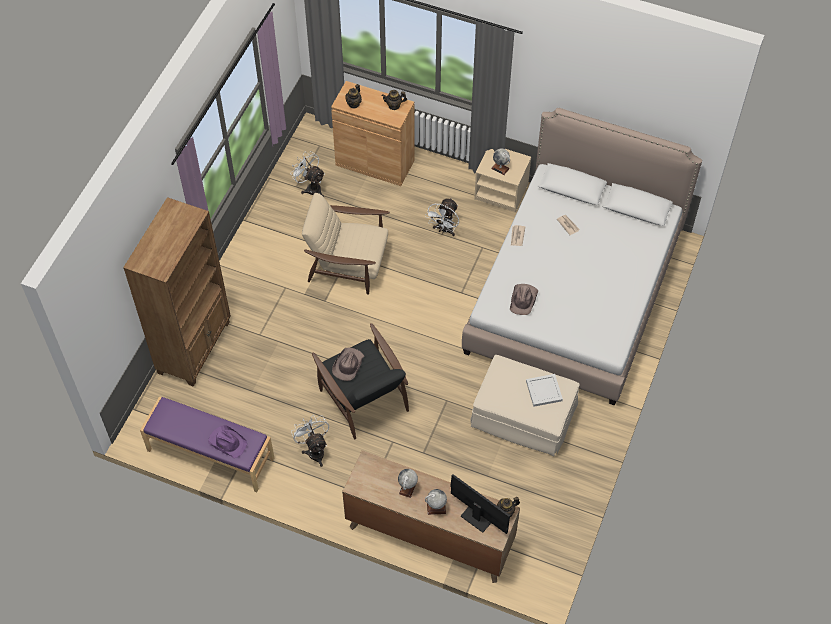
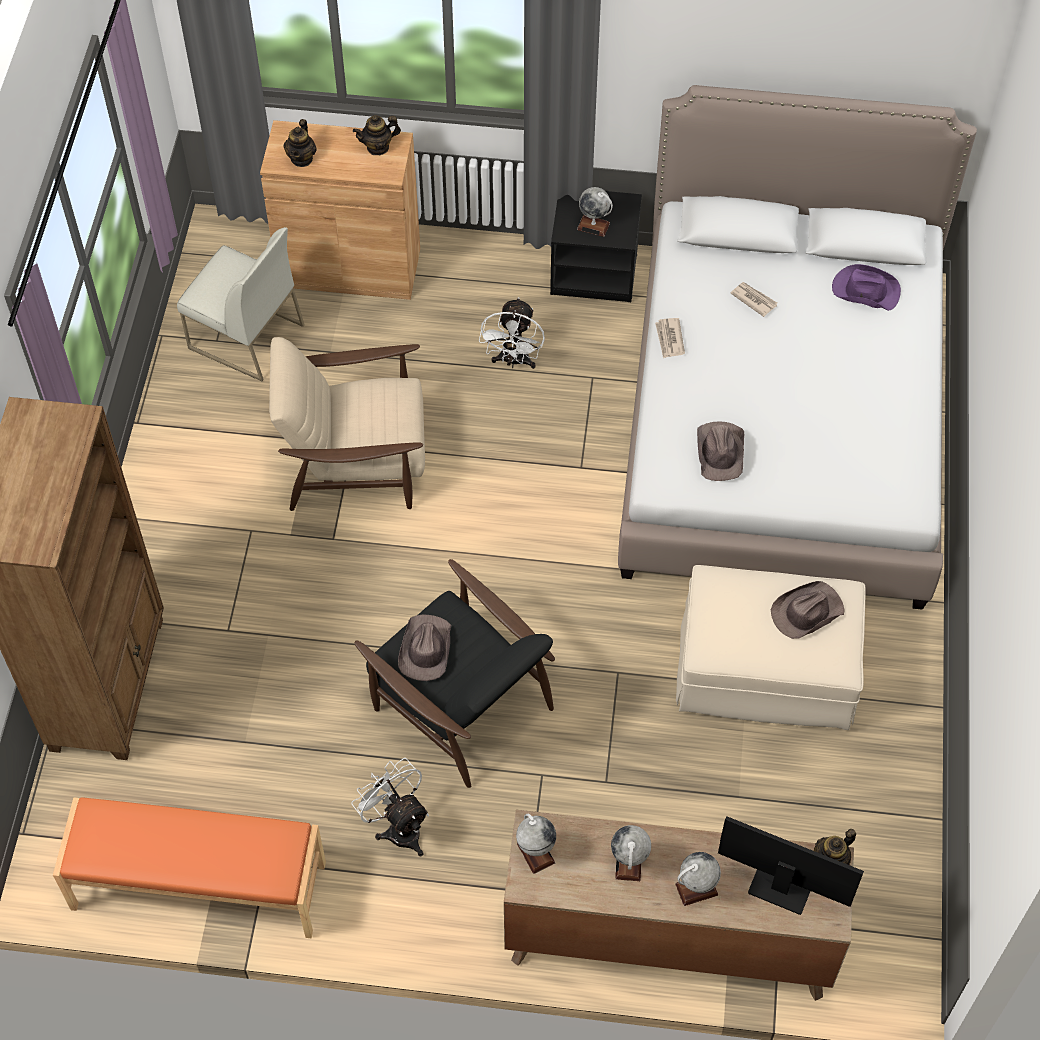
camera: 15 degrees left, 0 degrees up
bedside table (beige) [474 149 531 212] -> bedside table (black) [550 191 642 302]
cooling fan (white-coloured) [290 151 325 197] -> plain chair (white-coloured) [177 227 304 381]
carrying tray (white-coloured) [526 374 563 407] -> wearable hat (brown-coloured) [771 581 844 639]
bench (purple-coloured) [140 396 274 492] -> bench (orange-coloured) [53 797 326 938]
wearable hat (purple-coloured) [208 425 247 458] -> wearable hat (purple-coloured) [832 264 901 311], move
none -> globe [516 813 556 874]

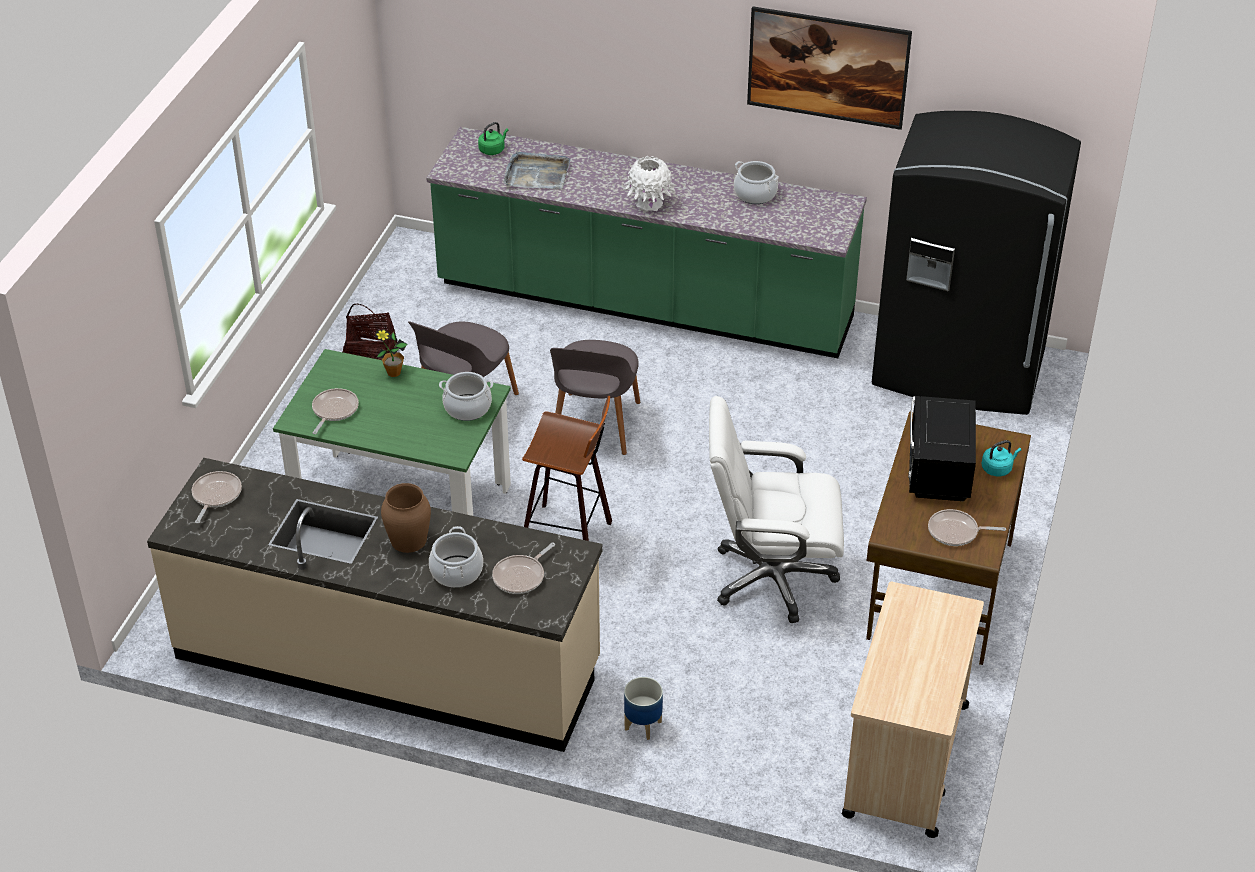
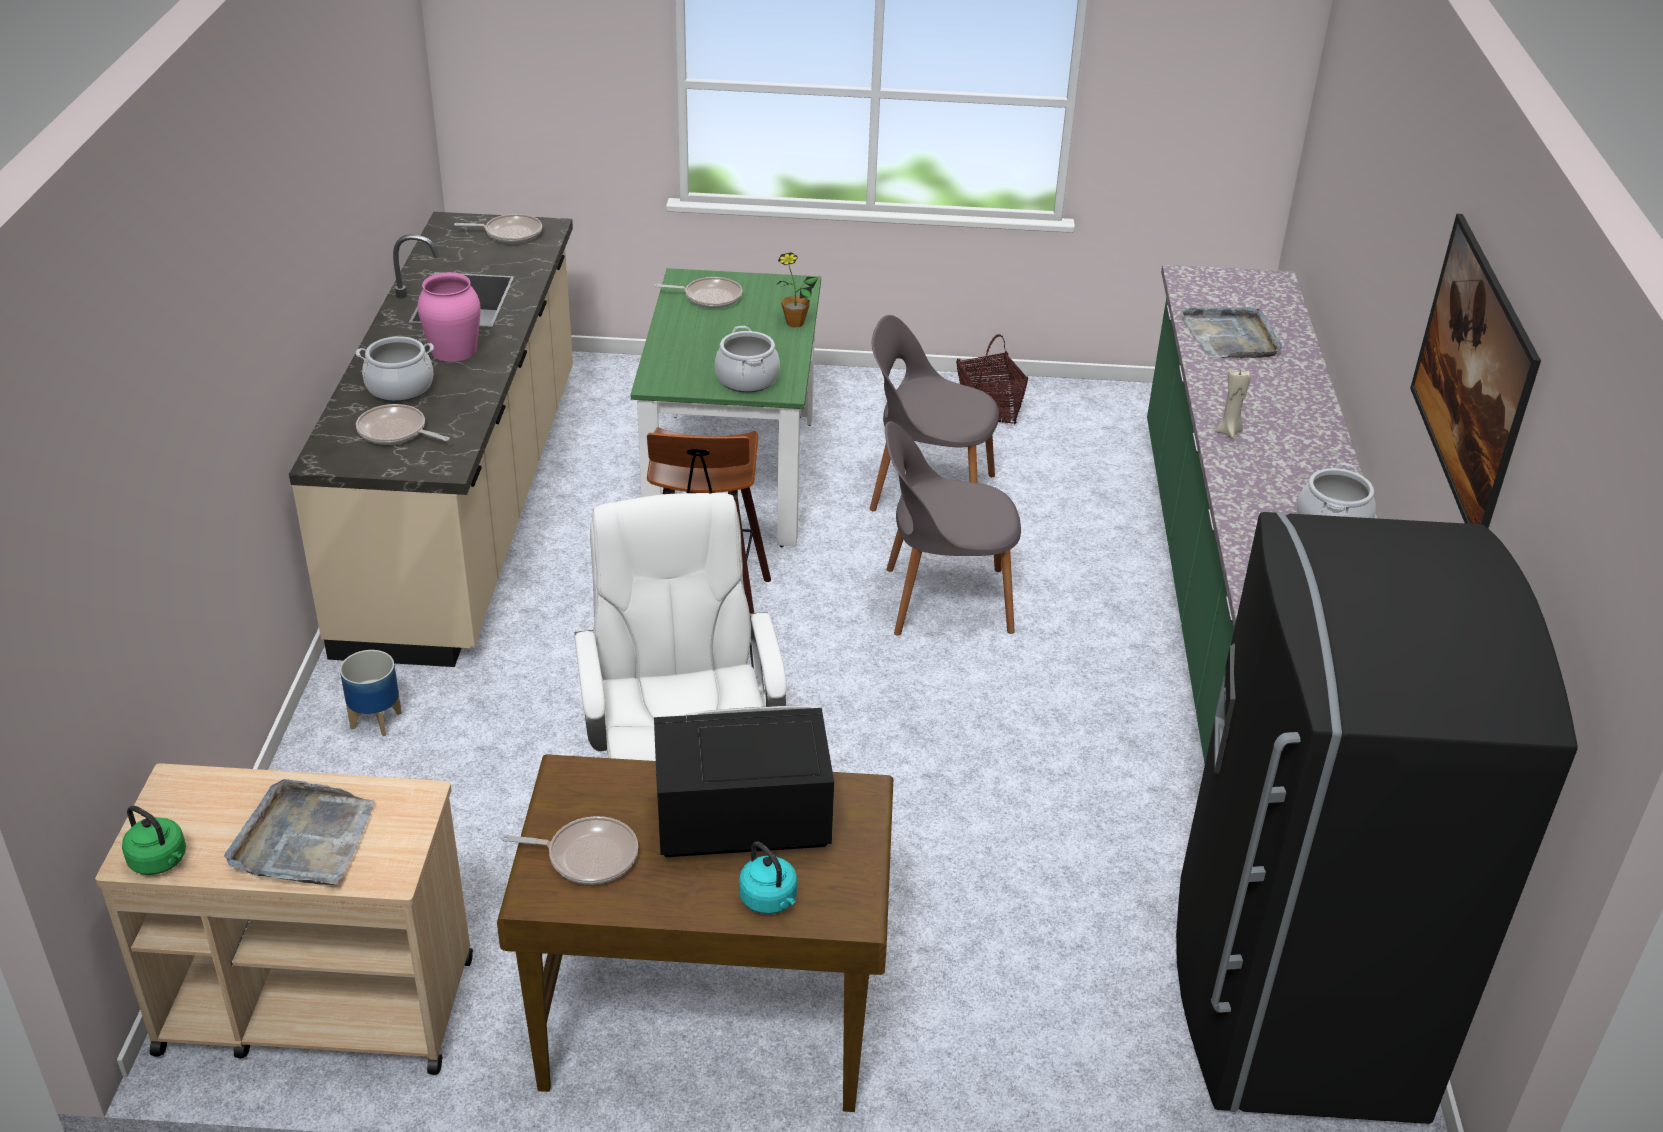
camera: 75 degrees right, 5 degrees down
water kettle (green-coloured) [478 122 508 155] -> water kettle (green-coloured) [122 805 186 875], move
vase (white-coloured) [623 156 675 211] -> candle (beige) [1216 370 1250 439]
vase (brown-coloured) [381 483 431 553] -> vase (pink-coloured) [417 272 481 362]
skillet [928 509 1006 546] -> skillet [502 816 638 884], 105 degrees clockwise
none -> carrying tray (grey) [224 779 375 885]

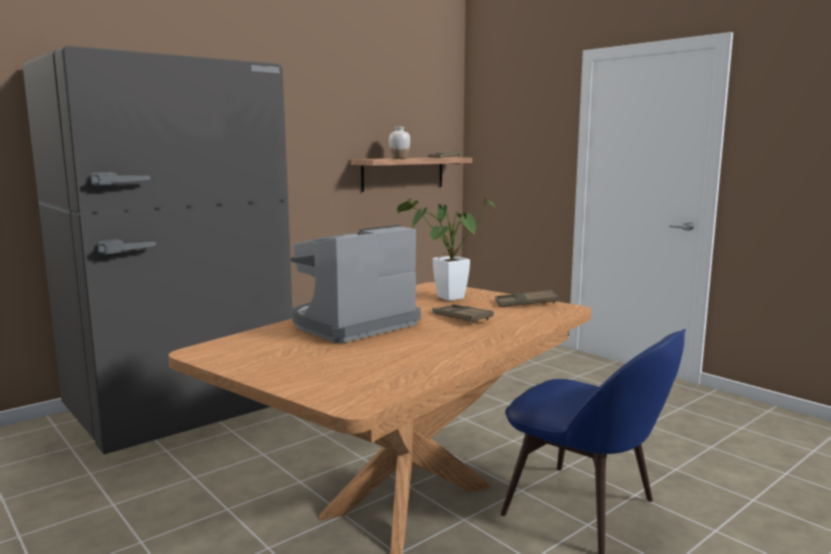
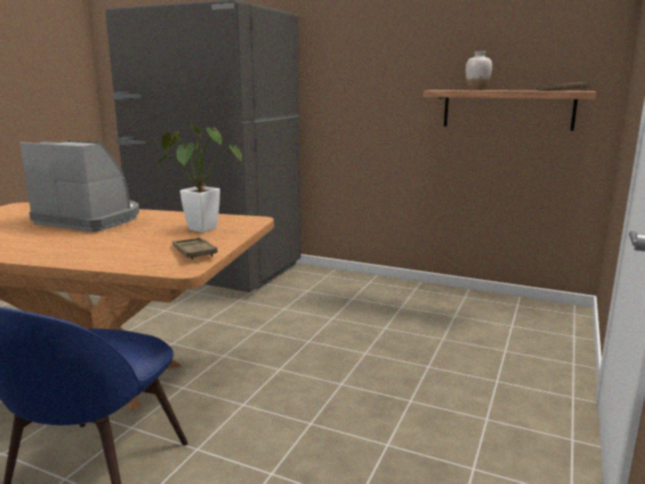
camera: 65 degrees right, 5 degrees up
carrying tray (brown-coloured) [432 304 494 323] -> none

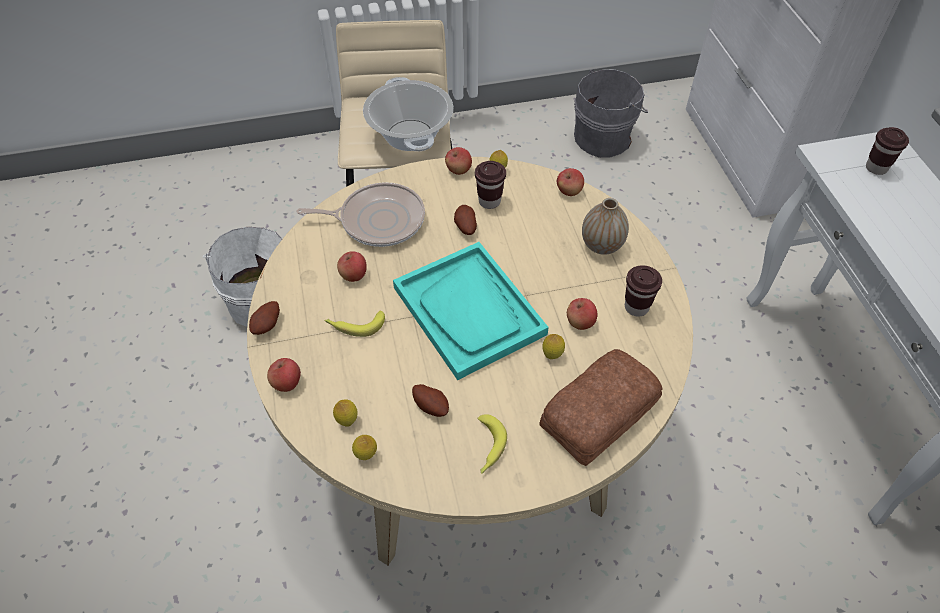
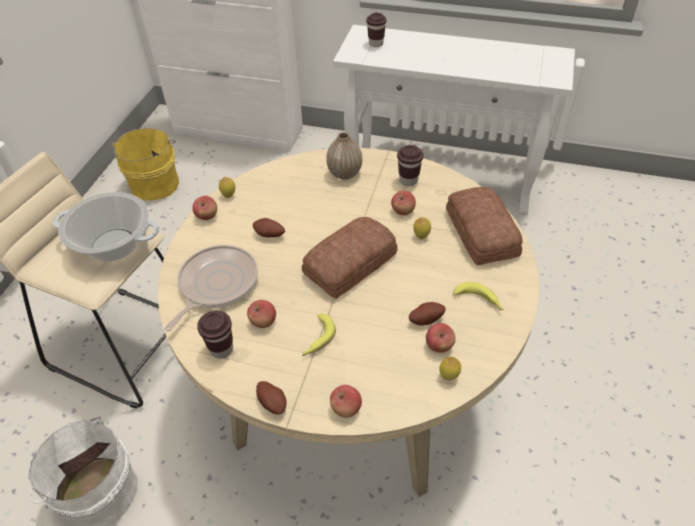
camera: 60 degrees left, 5 degrees down
pail (grey) [574 69 648 158] -> pail (yellowish) [111 128 179 200]
drinking cup (brown-coloured) [475 161 506 209] -> drinking cup (brown-coloured) [197 310 233 359], move
apple fruit [557 168 584 196] -> apple fruit [426 323 456 353], move
carrying tray (turquoise) [393 242 549 380] -> bread [302 217 398 299]
citrus fruit [333 399 358 427] -> none

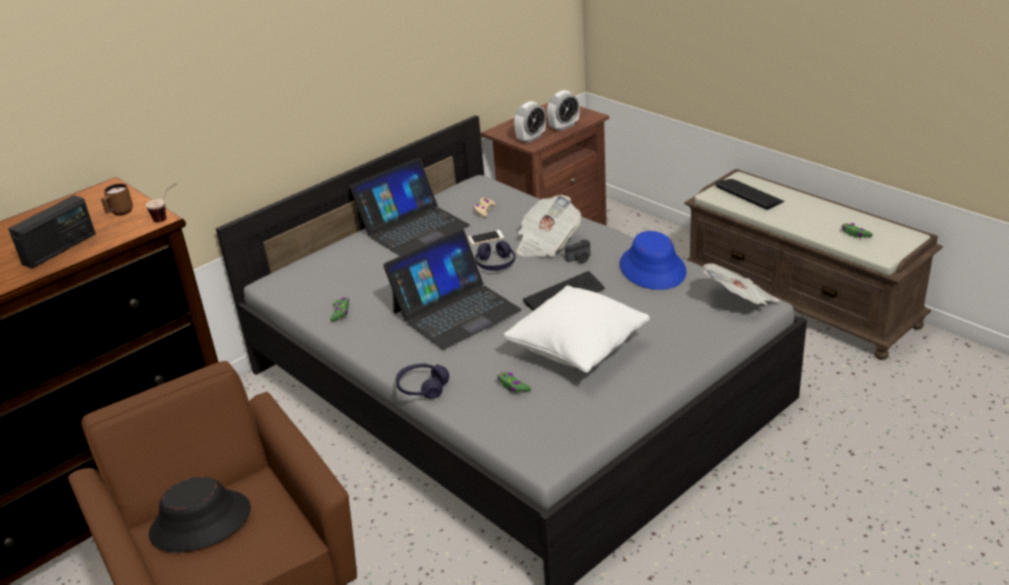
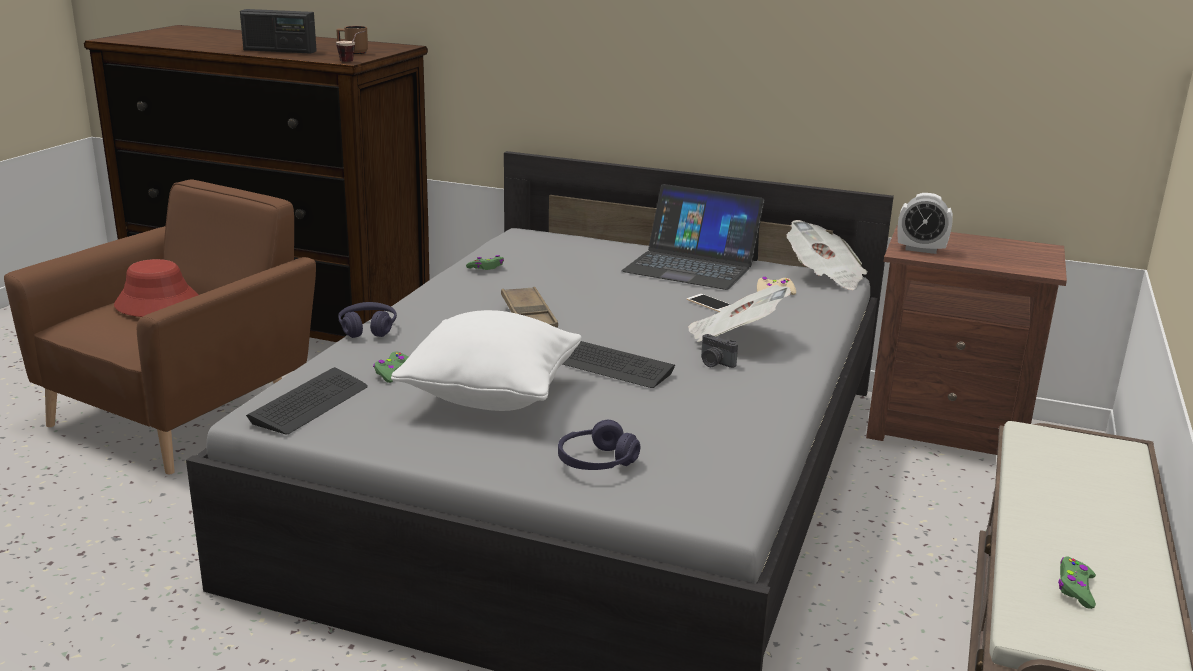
camera: 60 degrees right, 10 degrees down
table clock [547 90 580 131] -> none
computer keyboard [715 179 784 210] -> computer keyboard [246 367 368 434], move
notebook computer [383 229 522 349] -> carrying tray (brown-coloured) [501 287 558 328]
wearable hat (blue-coloured) [620 231 686 290] -> none
headset (purple-coloured) [476 240 516 271] -> headset (purple-coloured) [558 420 640 470], move
newspaper [703 263 780 305] -> newspaper [786 220 867 290], move
wearable hat (black) [149 477 251 552] -> wearable hat (red) [114 259 199 317]

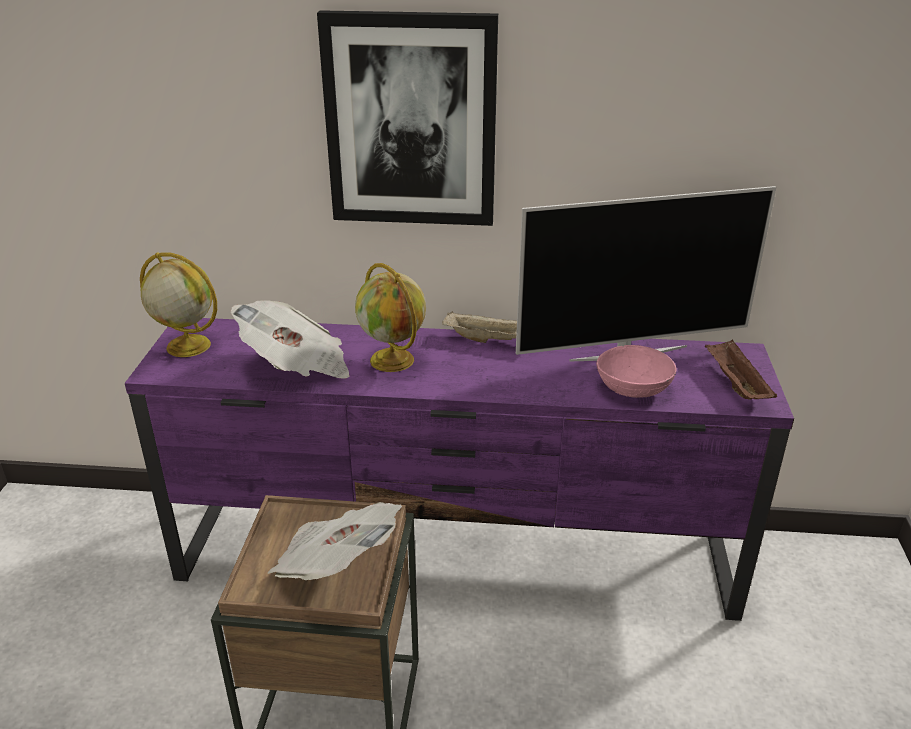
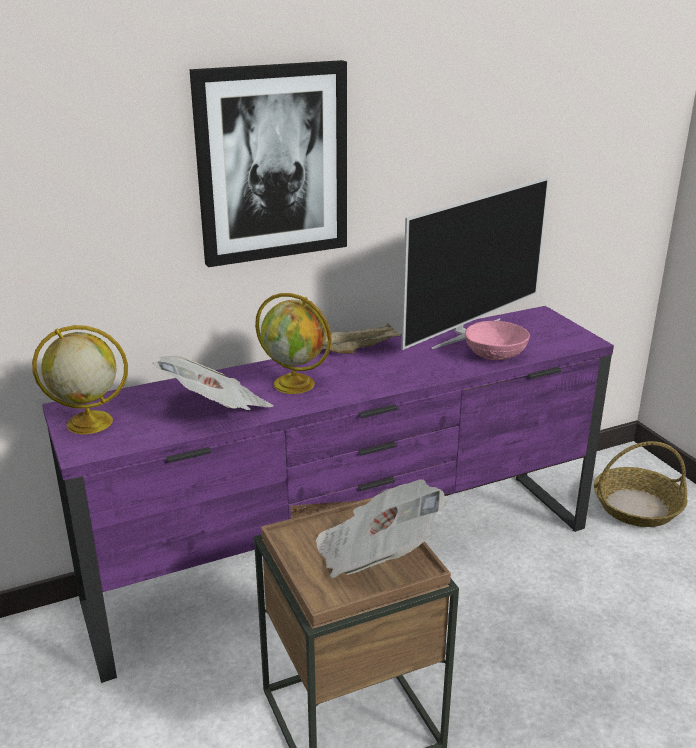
camera: 30 degrees left, 5 degrees down
carrying tray (brown-coloured) [705 340 777 400] -> none
none -> basket [594 441 688 527]

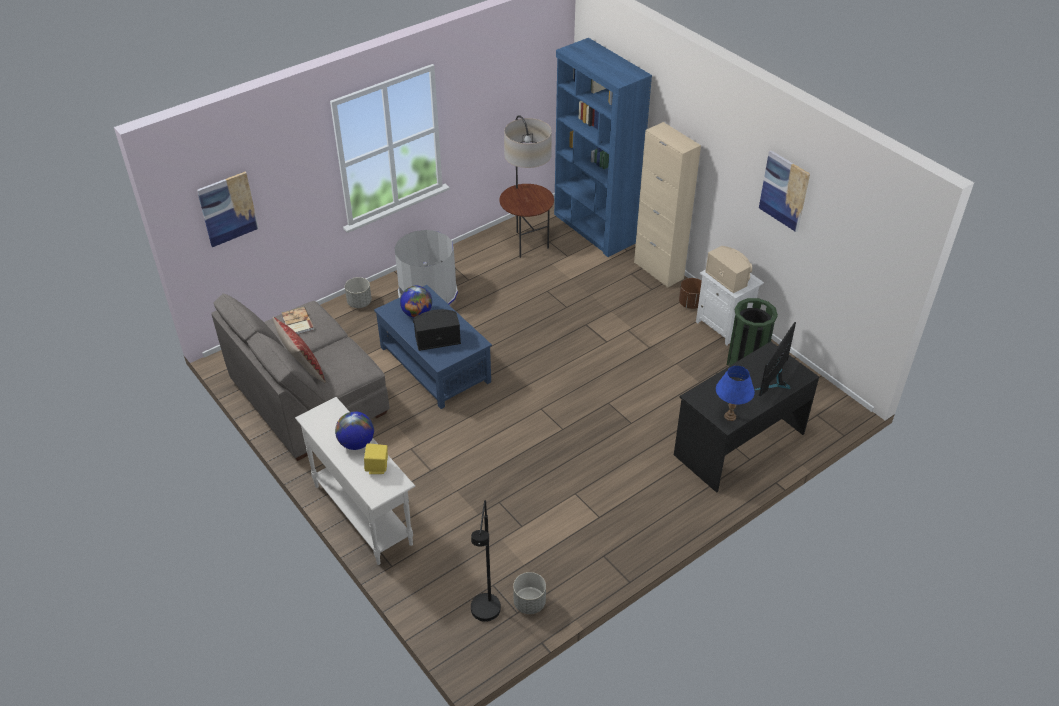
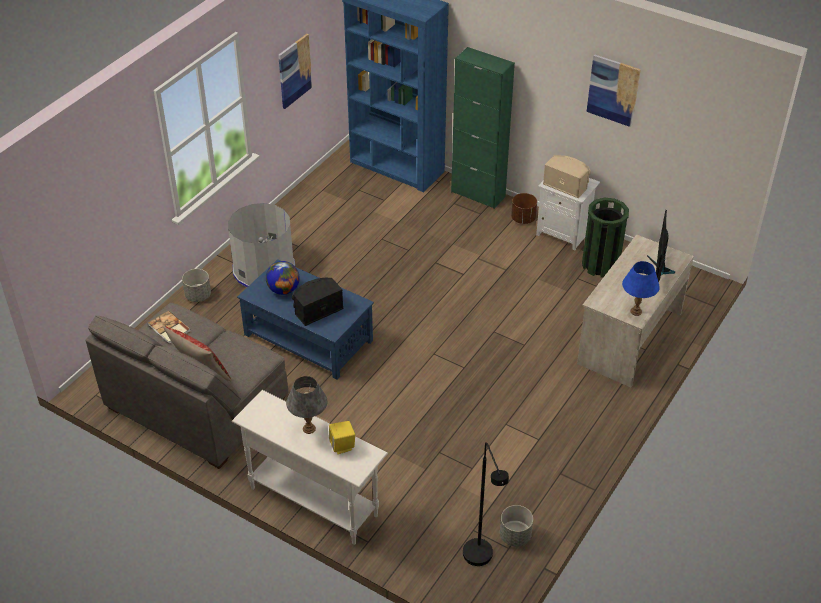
camera: 20 degrees left, 0 degrees up
floor lamp [500 115 554 258] -> none
storage cabinet (beige) [634 122 701 288] -> storage cabinet (green-coloured) [451 47 515 209]
picture [197 172 259 247] -> picture [278 34 312 109], move
desk table (black) [674 342 819 493] -> desk table (beige) [577 235 694 388]
globe [335 411 374 450] -> lamp for a table (grey) [286 376 328 434]

